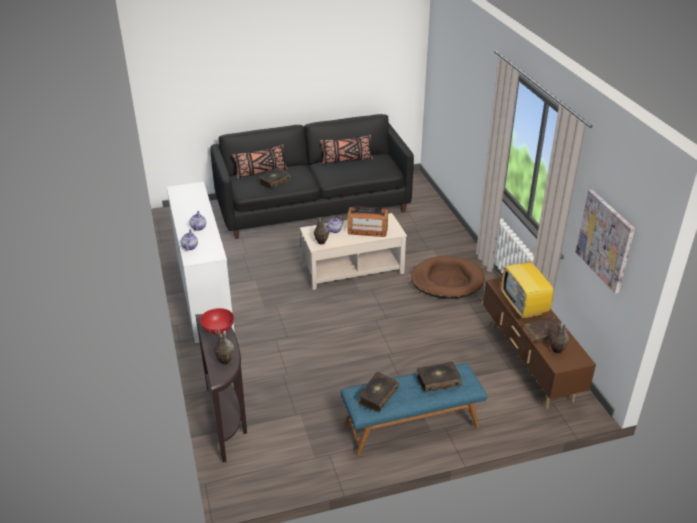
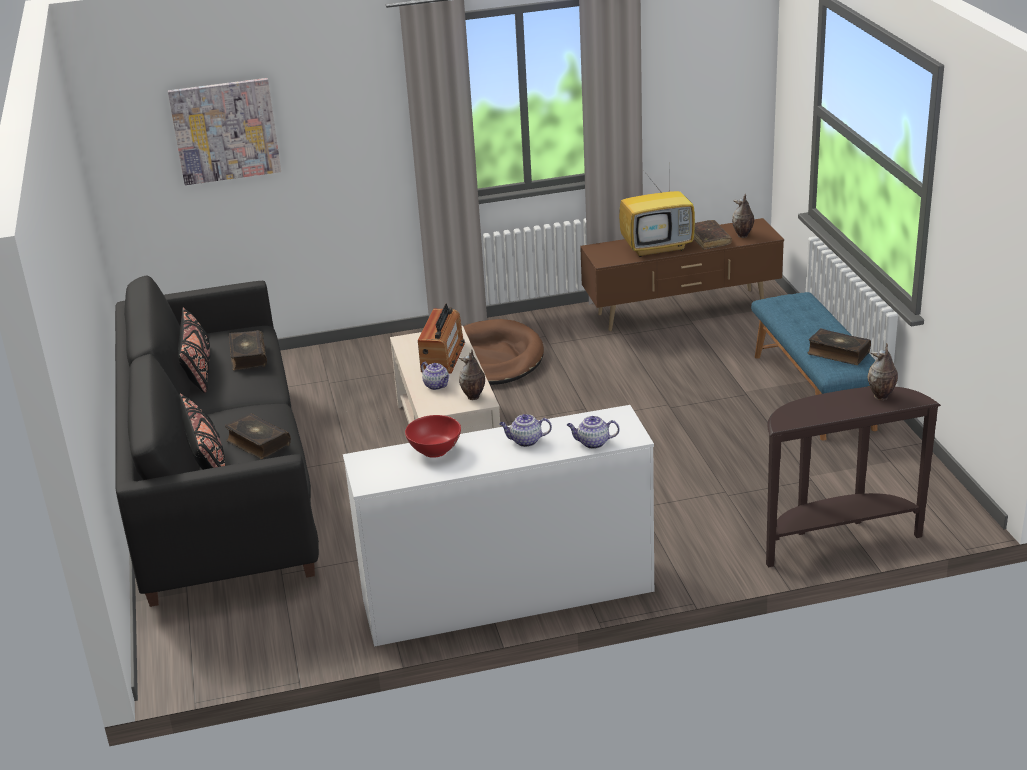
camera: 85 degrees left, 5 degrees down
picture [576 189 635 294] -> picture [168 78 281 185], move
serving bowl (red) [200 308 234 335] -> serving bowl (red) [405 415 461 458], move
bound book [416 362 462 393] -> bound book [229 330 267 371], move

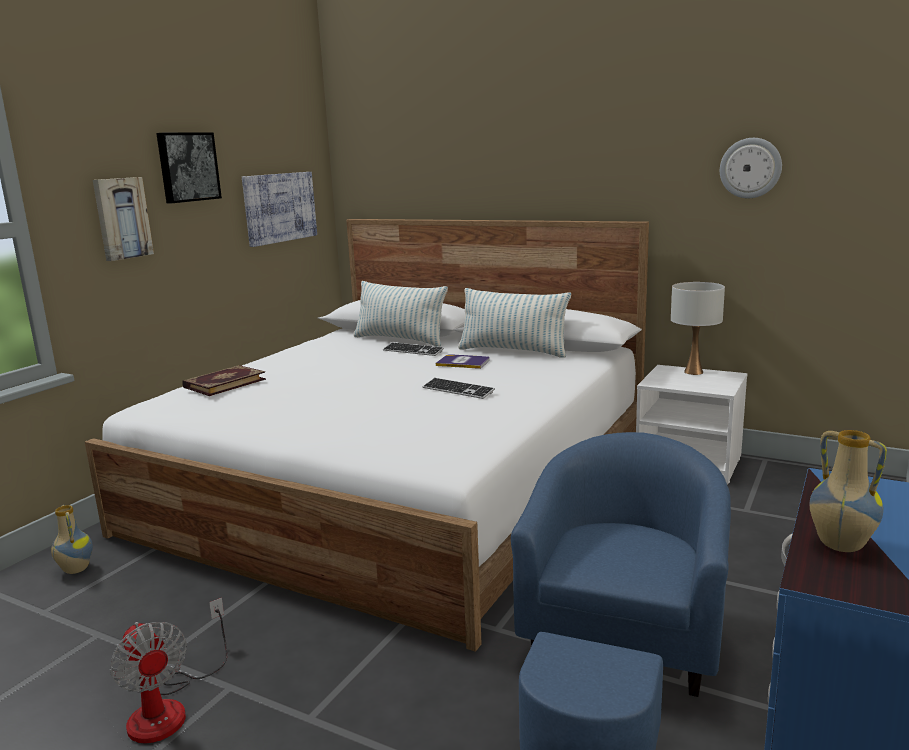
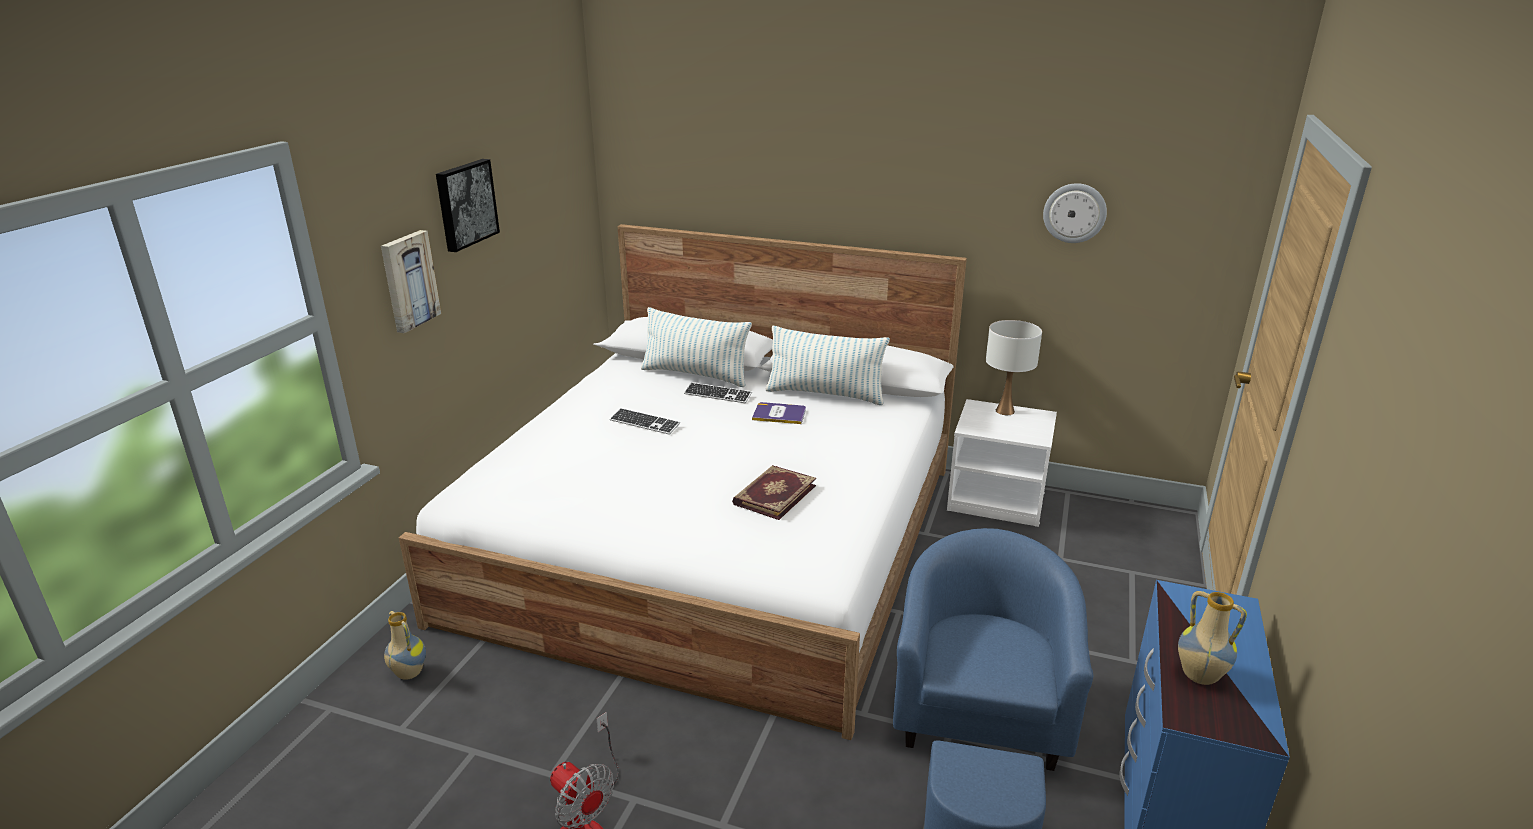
camera: 10 degrees left, 10 degrees up
picture [242 172 317 247] -> none
bound book [182 365 266 396] -> bound book [732 465 816 520], move
computer keyboard [423 378 495 399] -> computer keyboard [610 408 680 435], move

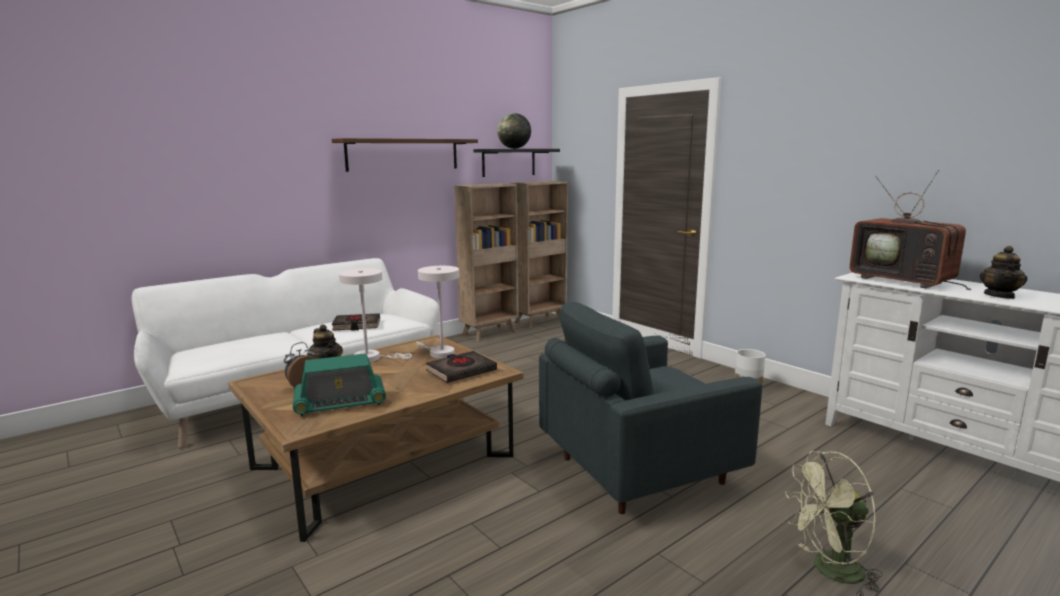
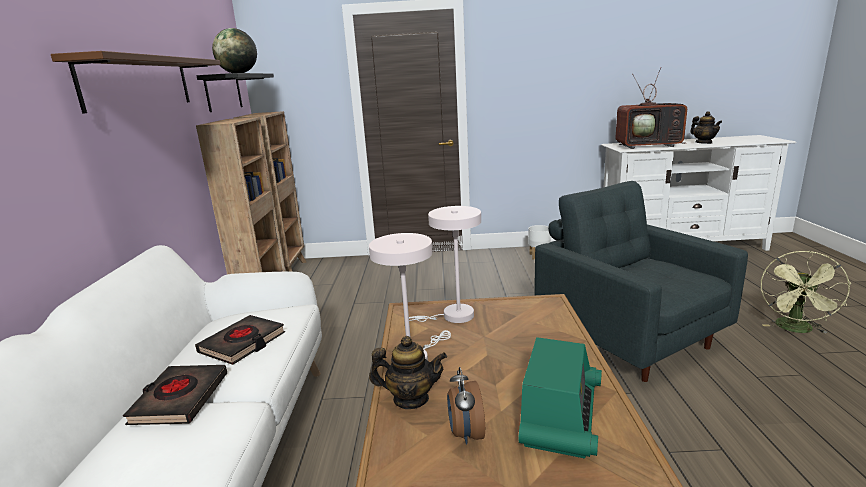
camera: 50 degrees left, 5 degrees up
easy chair (grey) [539 302 762 514] -> easy chair (grey) [534 181 748 382], 135 degrees clockwise
bound book (black) [426 351 497 383] -> bound book (black) [123 365 227 425], move

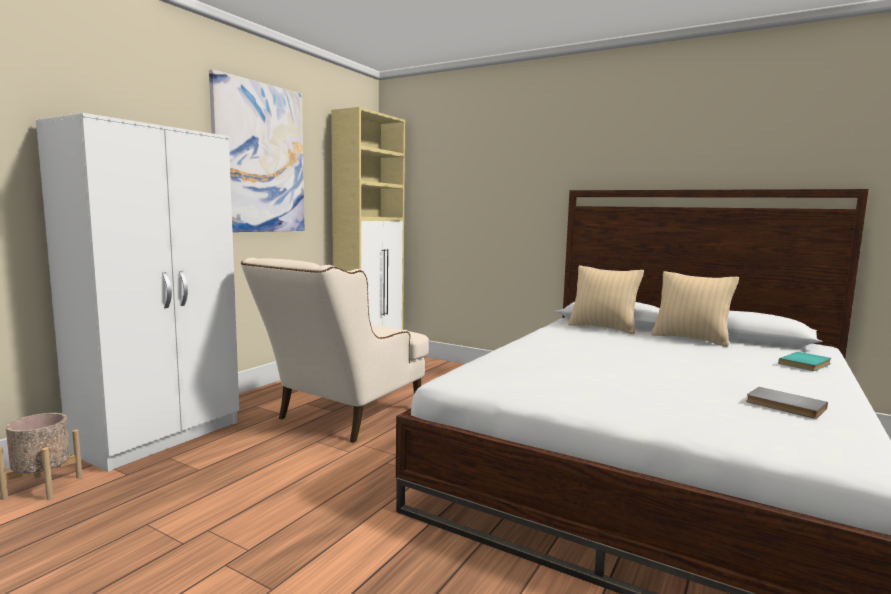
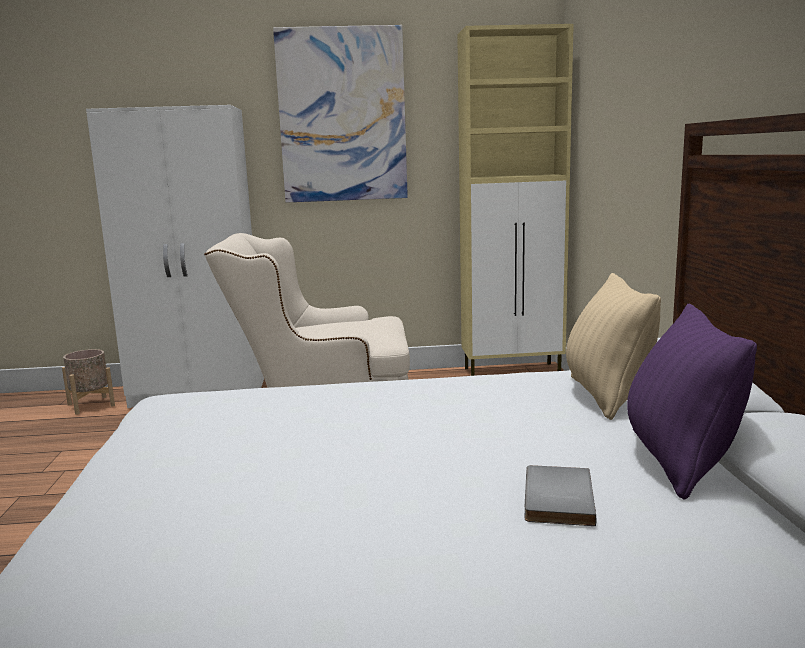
camera: 55 degrees right, 5 degrees up
pillow (beige) [651 271 739 347] -> pillow (purple-coloured) [627 304 757 500]
bound book (turquoise) [778 352 832 371] -> none
bound book (grey) [746 387 828 419] -> bound book (grey) [524 465 597 526], move

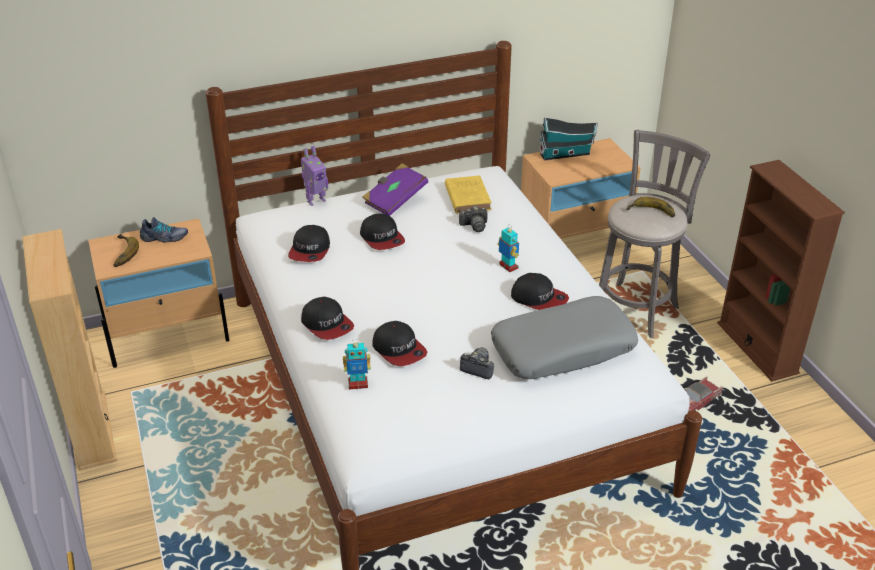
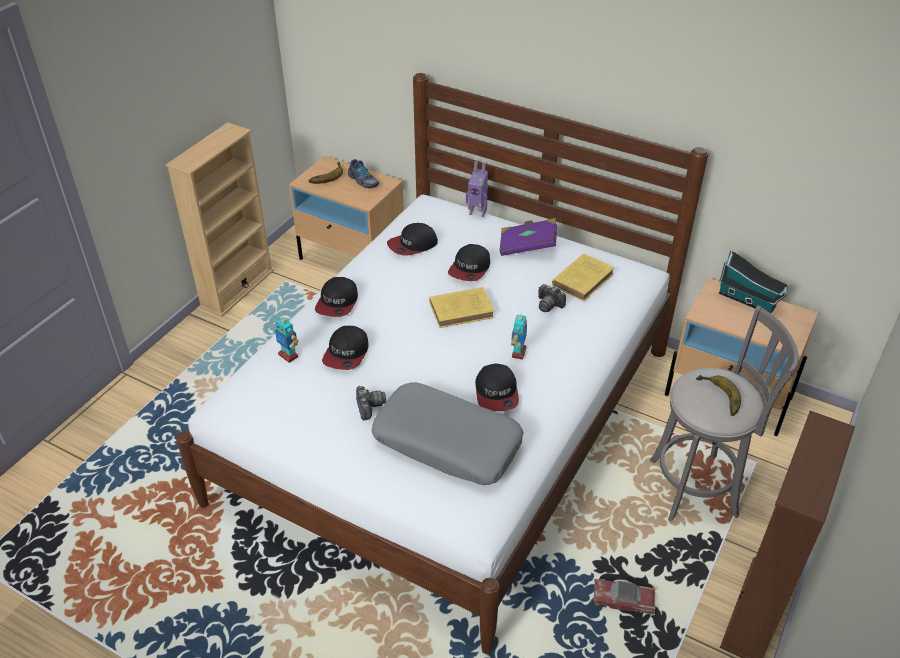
camera: 50 degrees right, 5 degrees up
none -> bound book (yellowish) [429 287 495 328]

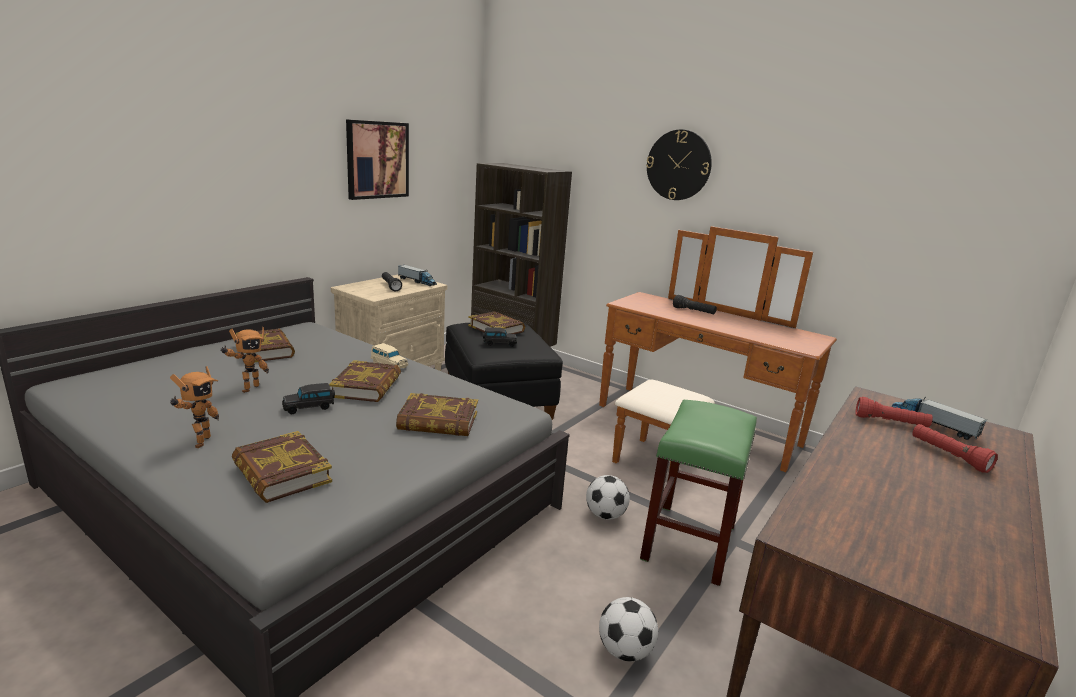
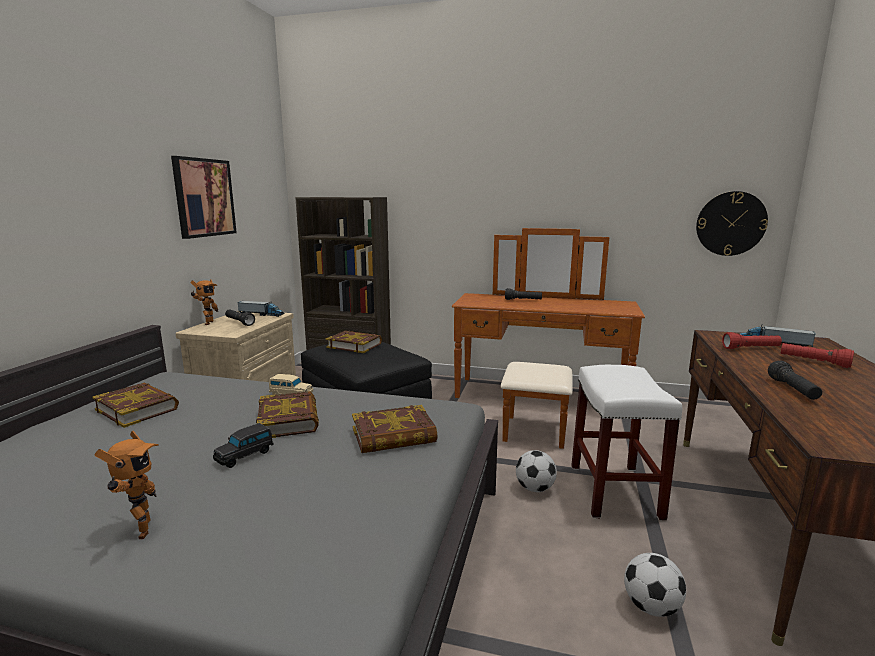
camera: 20 degrees left, 5 degrees down
wall clock [646 130 712 200] -> wall clock [696 191 768 256], move
toy robot [220 327 269 393] -> toy robot [191 279 218 325], move
model car (black) [482 327 517 347] -> none
stool (green-coloured) [640 400 757 586] -> stool (white-coloured) [571 365 682 520]
bound book [232 431 332 503] -> none
none -> flashlight (black) [768 361 822 400]

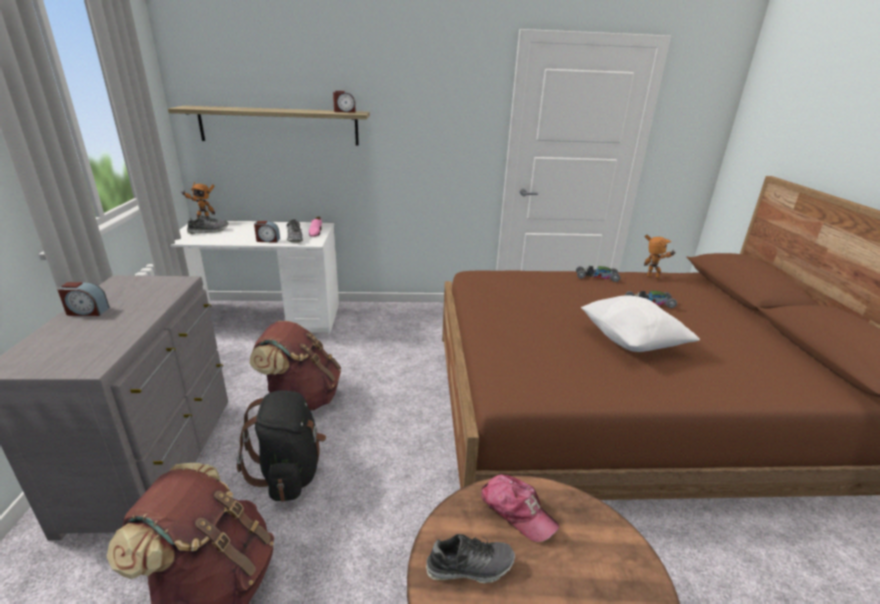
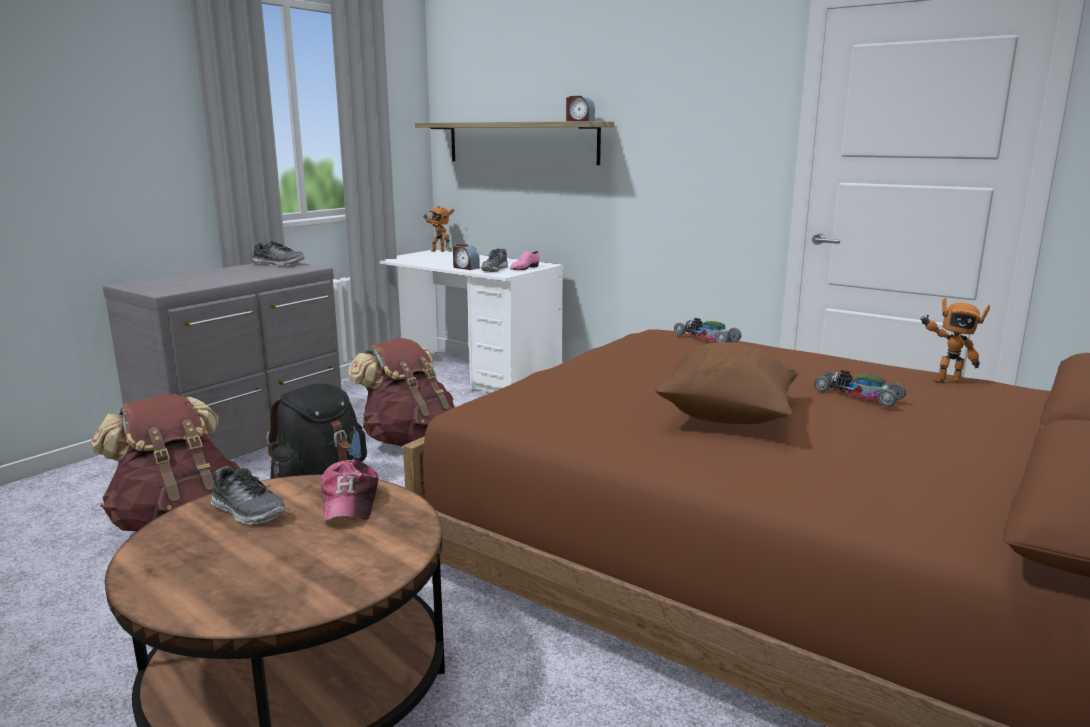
camera: 40 degrees right, 10 degrees down
item of footwear [187 215 228 234] -> item of footwear [252 241 304 265], move
toy robot [644 235 675 281] -> toy robot [920 298 990 383], 90 degrees clockwise
model car [576 266 620 282] -> model car [674 318 741 343], move
table clock [57 282 110 316] -> none
pillow (white-coloured) [581 295 700 352] -> pillow (brown-coloured) [655 342 800 424]

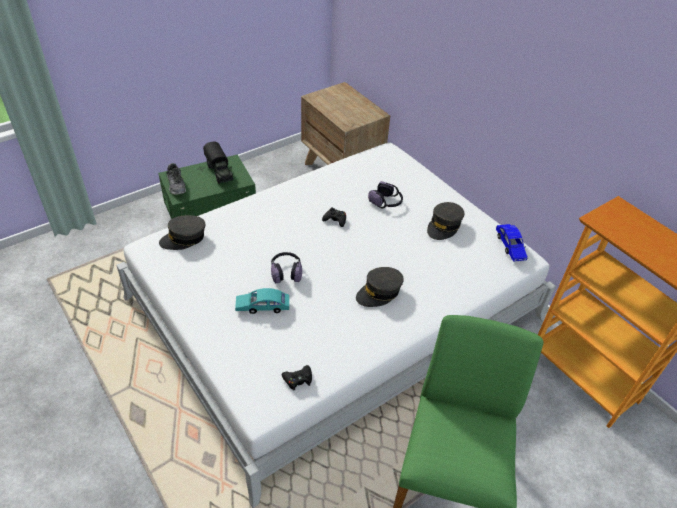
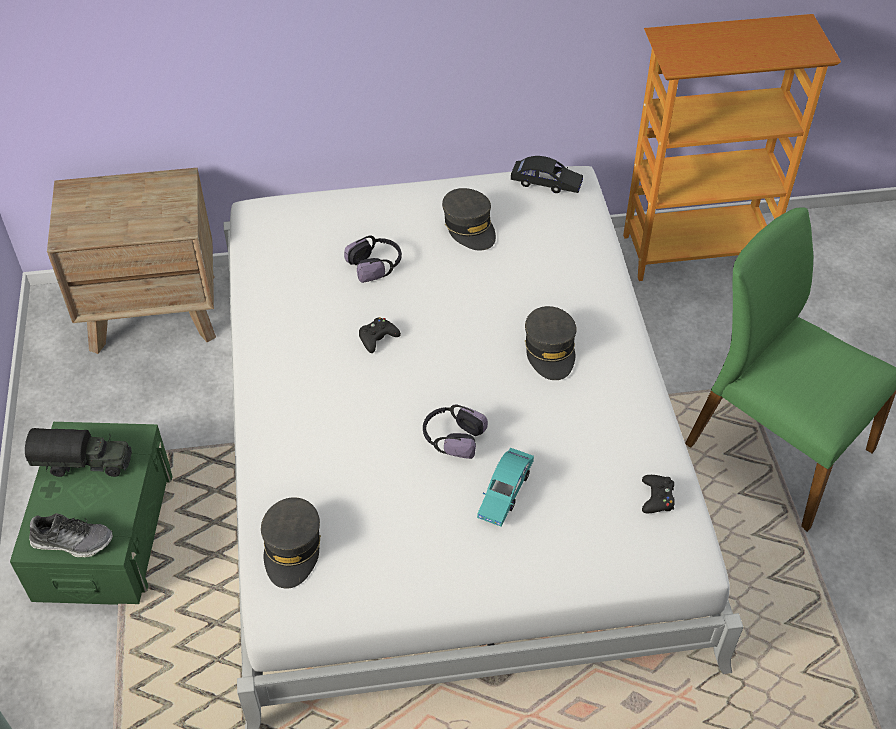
camera: 60 degrees left, 5 degrees up
model car (blue-coloured) [496 224 528 262] -> model car (black) [511 156 583 193]

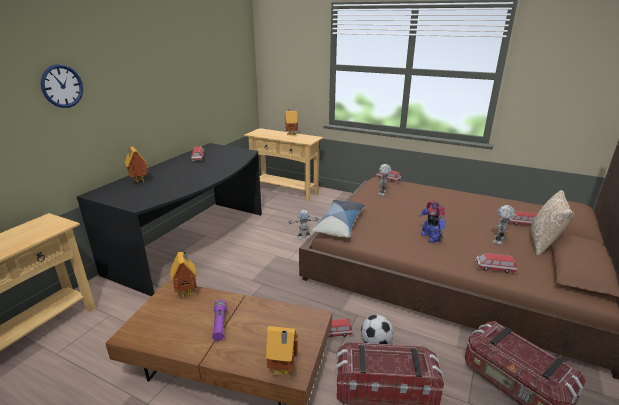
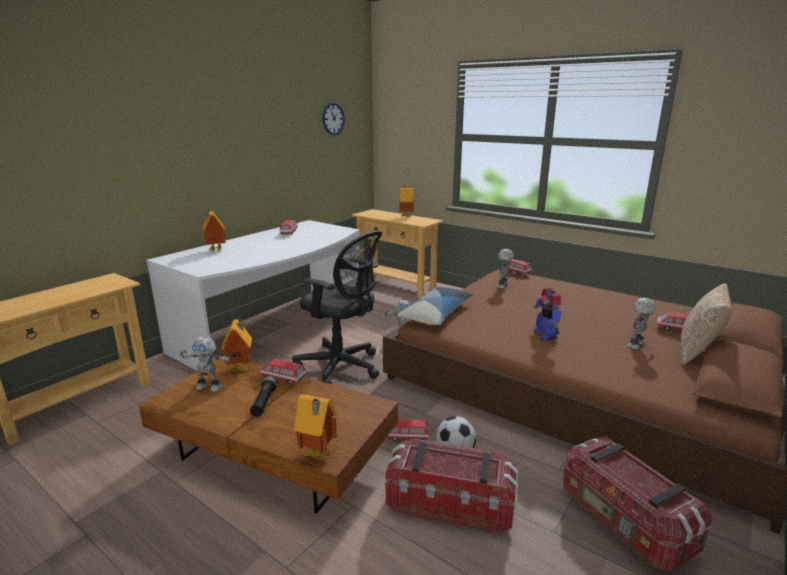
camera: 10 degrees right, 5 degrees down
wall clock [41 64 83 108] -> wall clock [323 102 345 135], move
desk table (black) [77 143 262 296] -> desk table (white-coloured) [146 220 360 371]
model car [475 253 517 273] -> model car [259 359 307 385], move
flashlight (purple-coloured) [212 300 227 341] -> flashlight (black) [250 375 278 417]
none -> desk chair (black) [292 231 382 384]
none -> toy robot [180 336 233 391]

